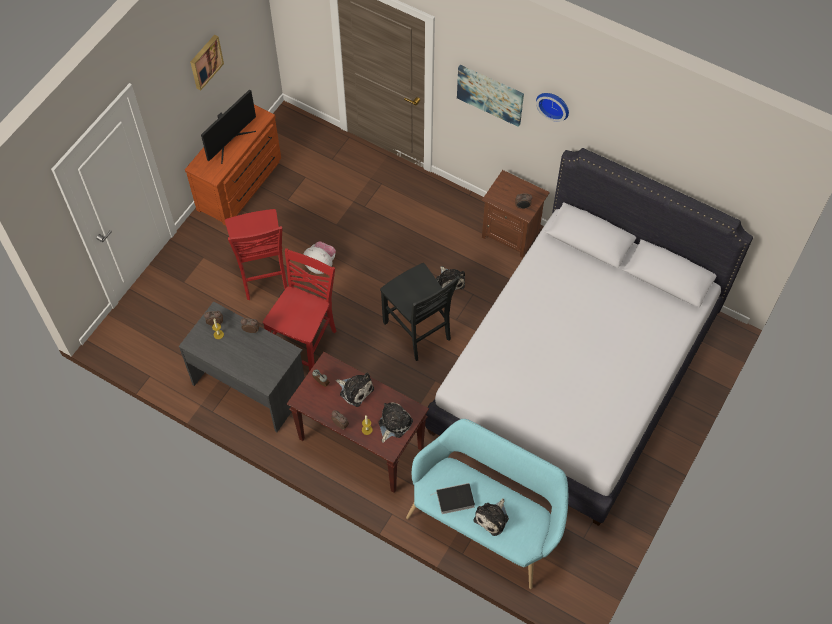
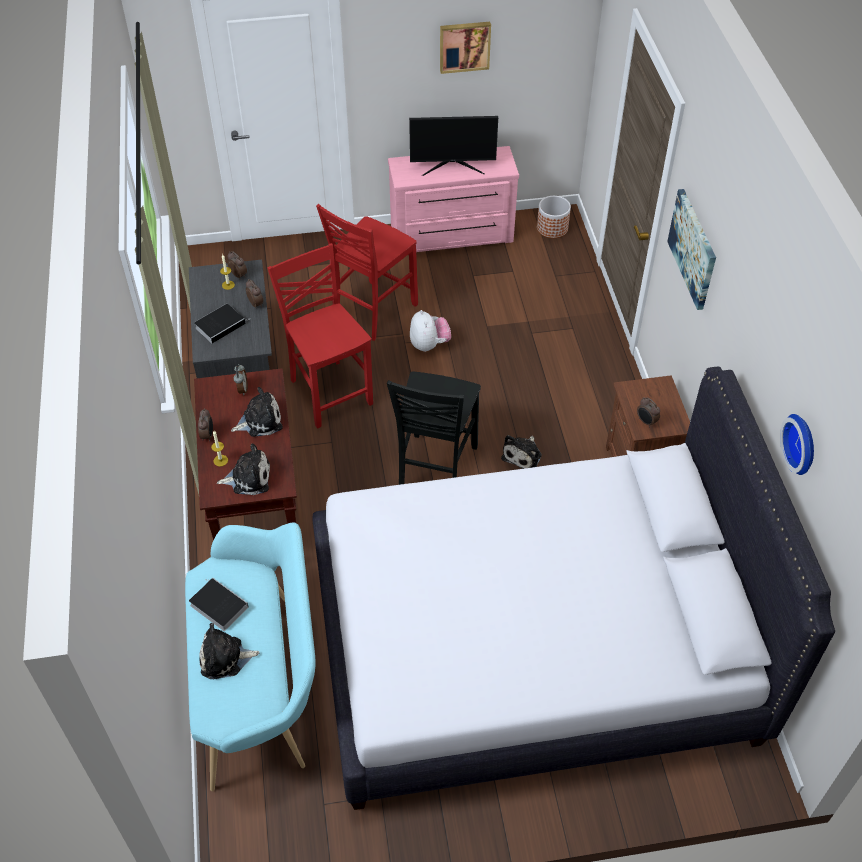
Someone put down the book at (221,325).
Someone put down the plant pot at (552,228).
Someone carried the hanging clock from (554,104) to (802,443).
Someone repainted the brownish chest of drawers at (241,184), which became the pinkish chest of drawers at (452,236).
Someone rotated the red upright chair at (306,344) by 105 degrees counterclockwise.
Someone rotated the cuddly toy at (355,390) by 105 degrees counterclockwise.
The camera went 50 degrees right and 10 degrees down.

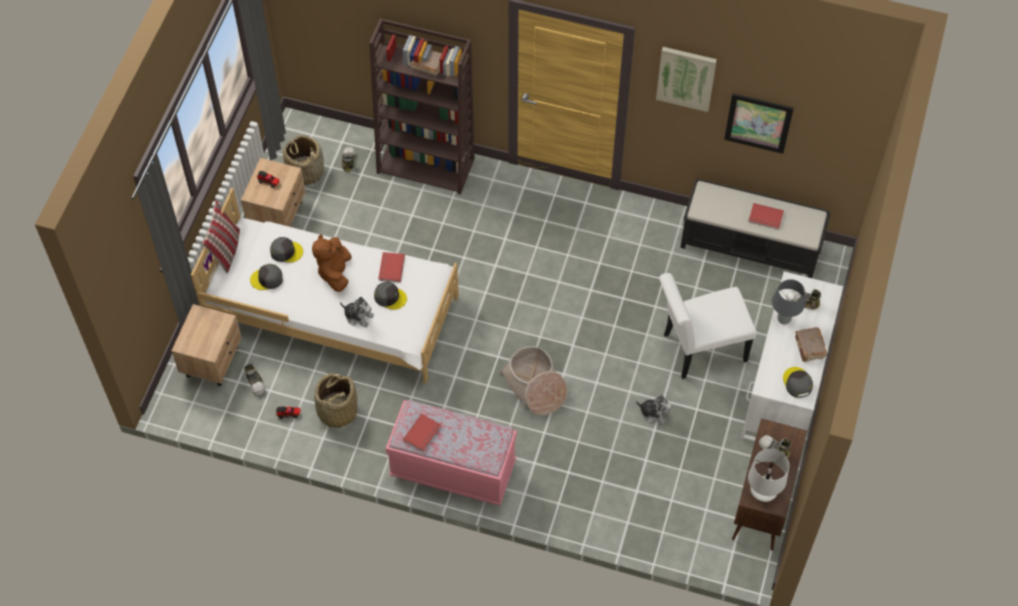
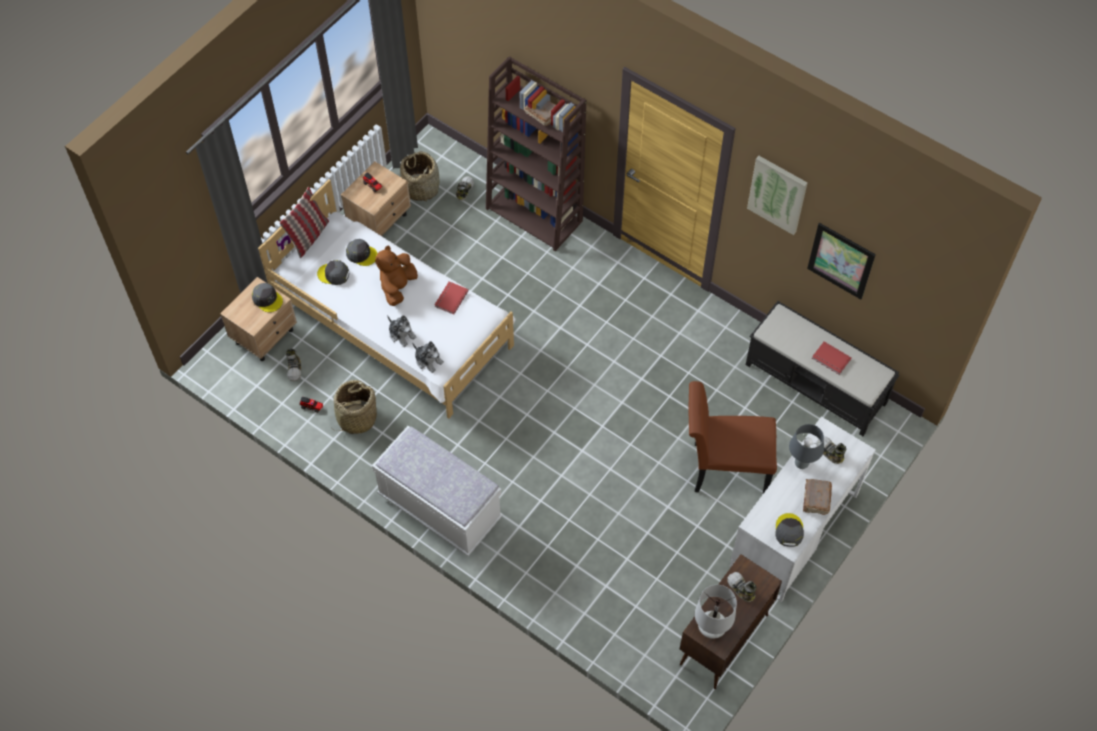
Someone took away the red book at (423,433).
Someone took away the basket at (535,386).
Someone carried the gray baseball cap from (390,297) to (267,299).
Someone carried the cuddly toy from (654,413) to (428,360).
Someone repainted the pinkish long seat at (453,470), which became the whitish long seat at (440,507).
Someone repainted the whitish upright chair at (699,349), which became the brownish upright chair at (723,468).
The camera went 20 degrees right and 0 degrees up.

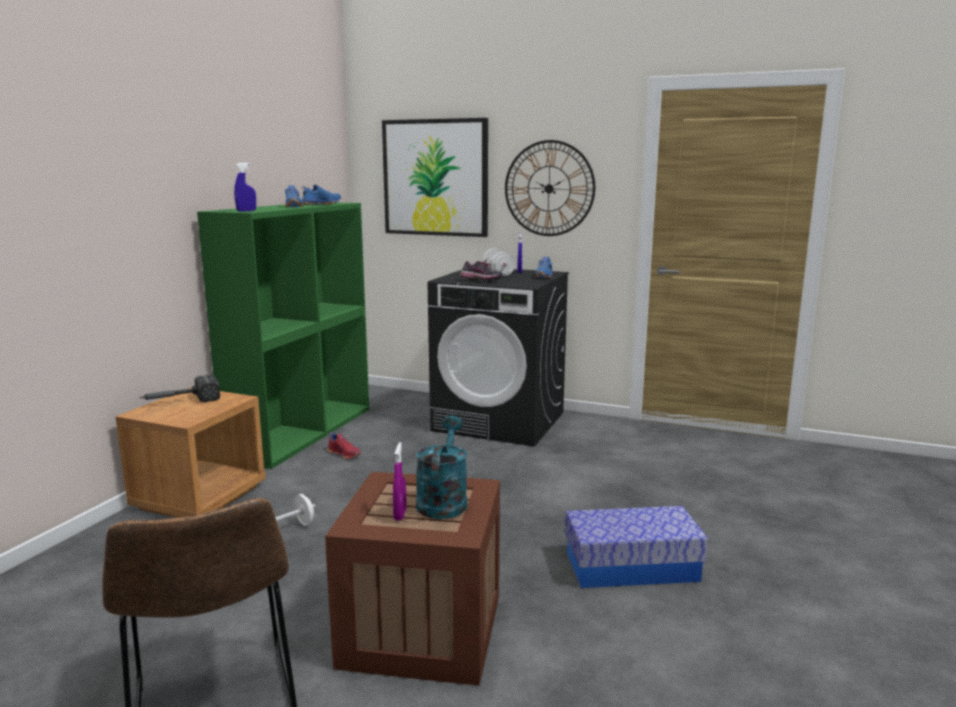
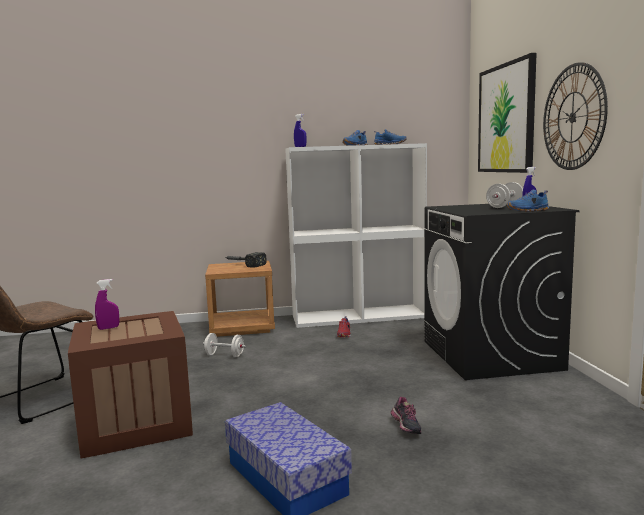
Someone took away the blue-green sprinkling can at (443,500).
Someone carried the low shoe from (480,281) to (405,428).
Someone repainted the green-coloured bookcase at (302,431), which became the whitish bookcase at (359,316).
The camera went 60 degrees right and 5 degrees down.

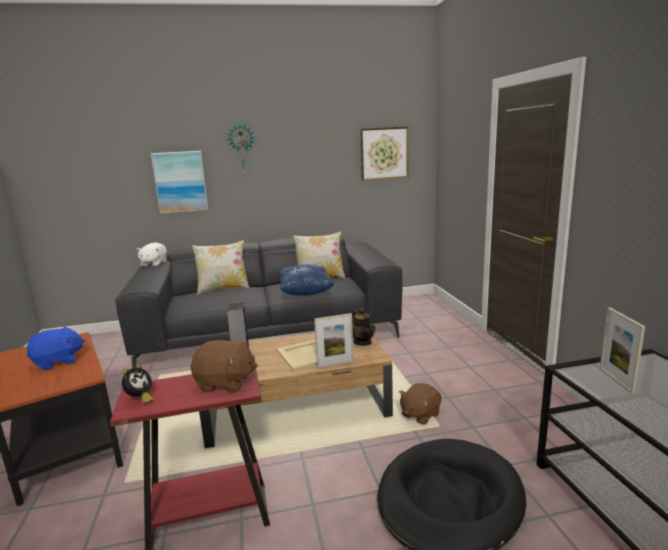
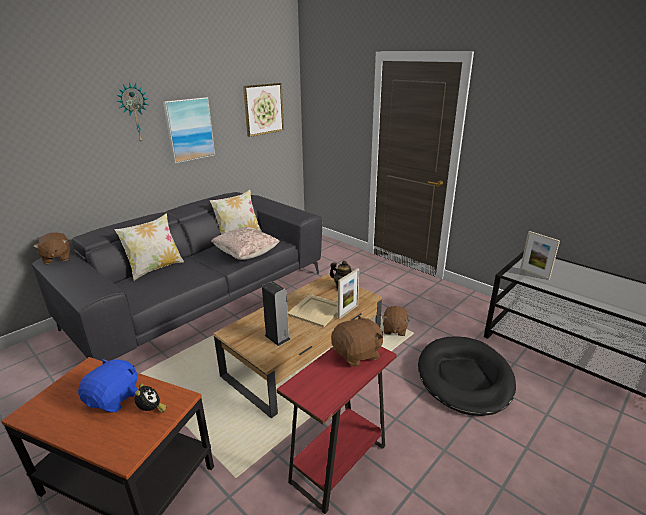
Someone carried the alarm clock from (140,399) to (151,410).
Someone carried the picture from (180,182) to (189,129).
Someone repainted the whitish cuddly toy at (154,264), which became the brownish cuddly toy at (57,258).
Someone repainted the blue cushion at (305,293), which became the beige-coloured cushion at (246,254).
The camera went 35 degrees left and 10 degrees up.

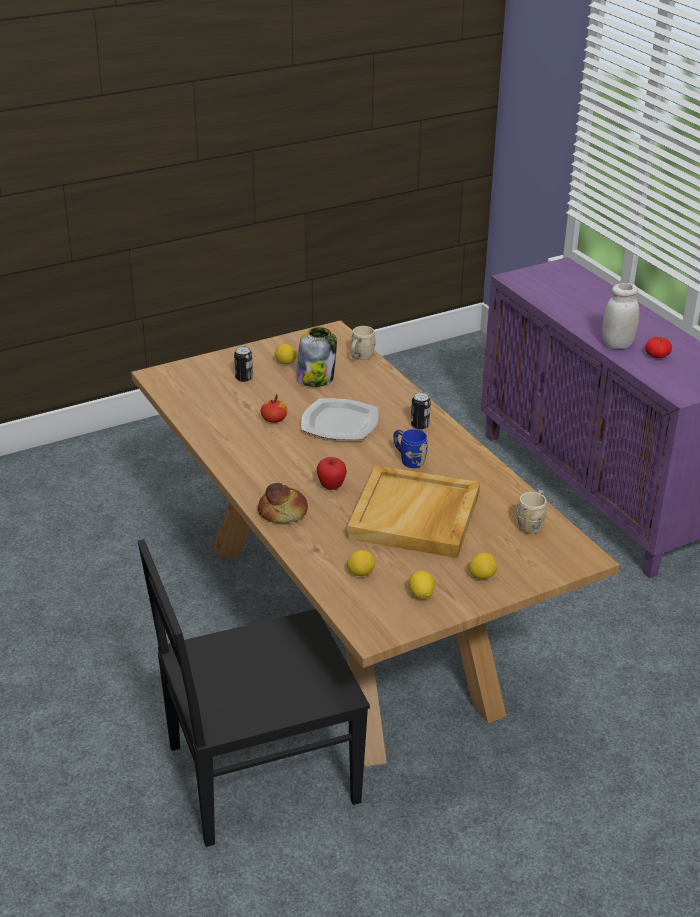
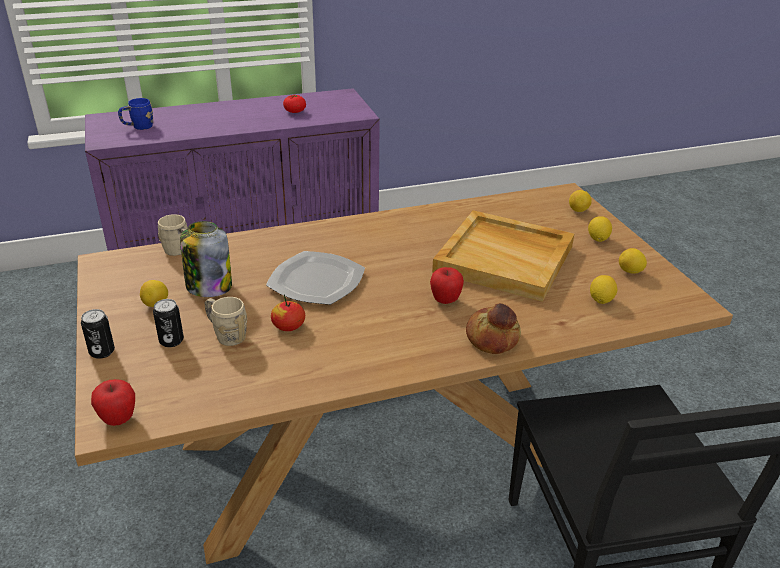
Someone took away the whitish preserve jar at (617,345).
Someone put down the apple fruit at (118,419).
Someone put down the whole lemon at (578,210).
Someone carried the blue tea mug from (408,460) to (138,127).
Someone carried the sealed can from (420,425) to (102,352).
Someone carried the beige-coloured tea mug from (532,523) to (226,334).
The camera went 80 degrees left and 0 degrees up.

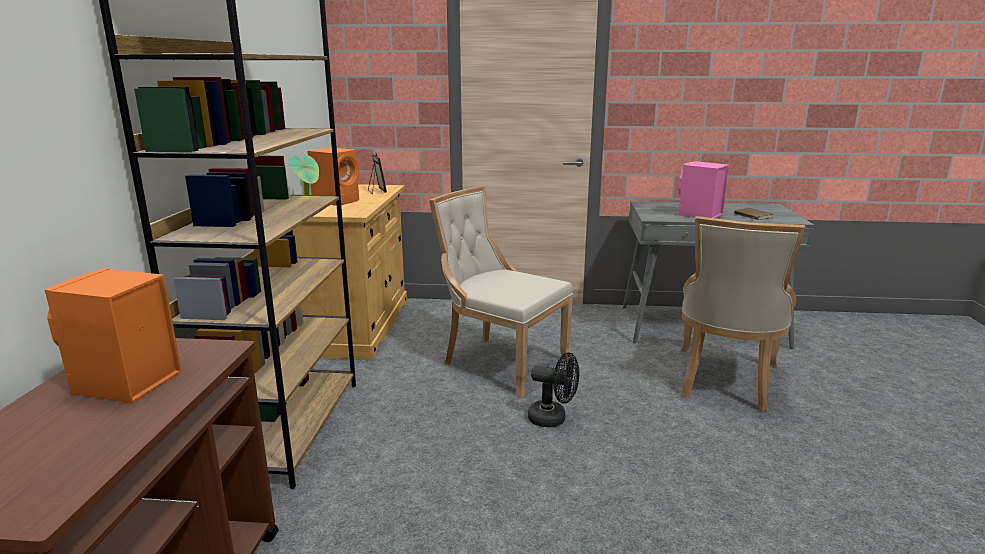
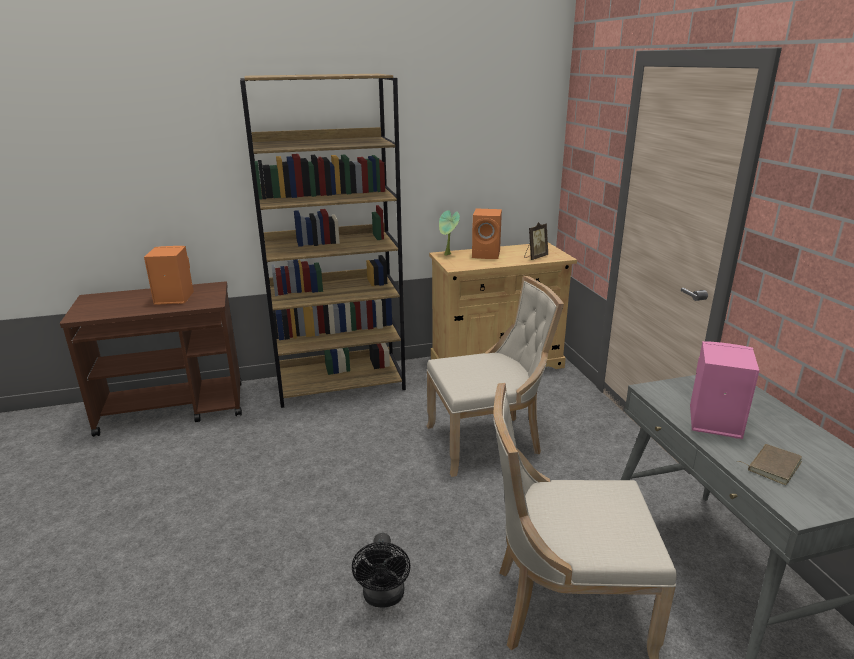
Someone carried the black electric fan from (553,419) to (384,598).
Someone rotated the beige-coloured upright chair at (500,362) by 60 degrees clockwise.
The camera went 70 degrees right and 5 degrees up.

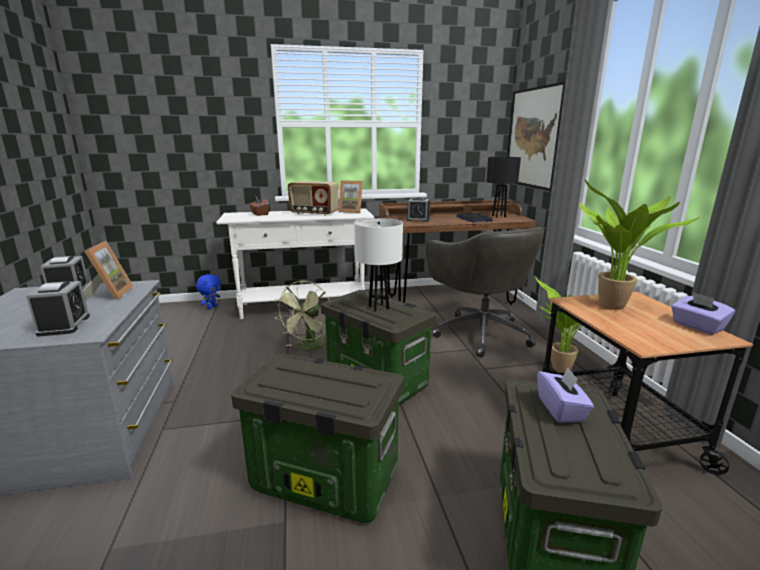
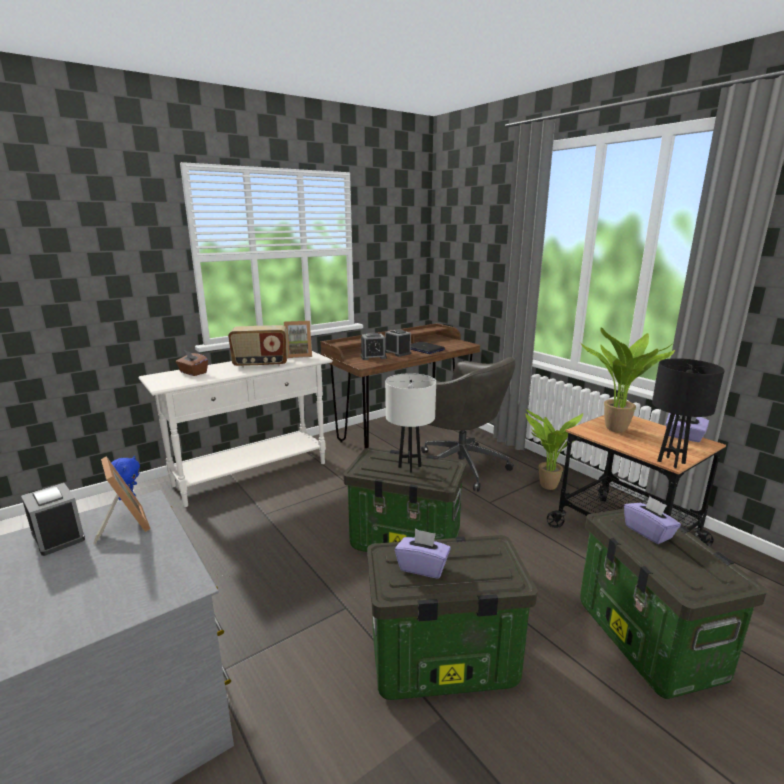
Someone took away the green-coloured electric fan at (309,348).
Someone took away the picture at (534,138).
Someone put down the purplish tissue box at (422,567).
Someone carried the alarm clock from (64,325) to (397,353).
Someone carried the black tabletop lamp from (498,216) to (671,462).
The camera went 25 degrees left and 0 degrees up.

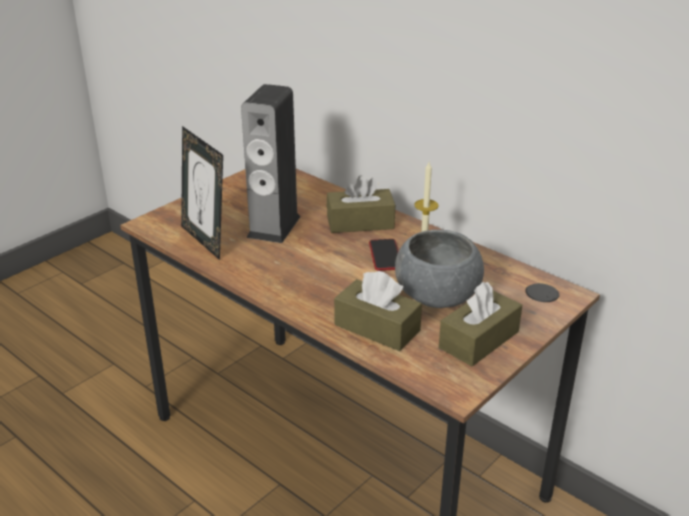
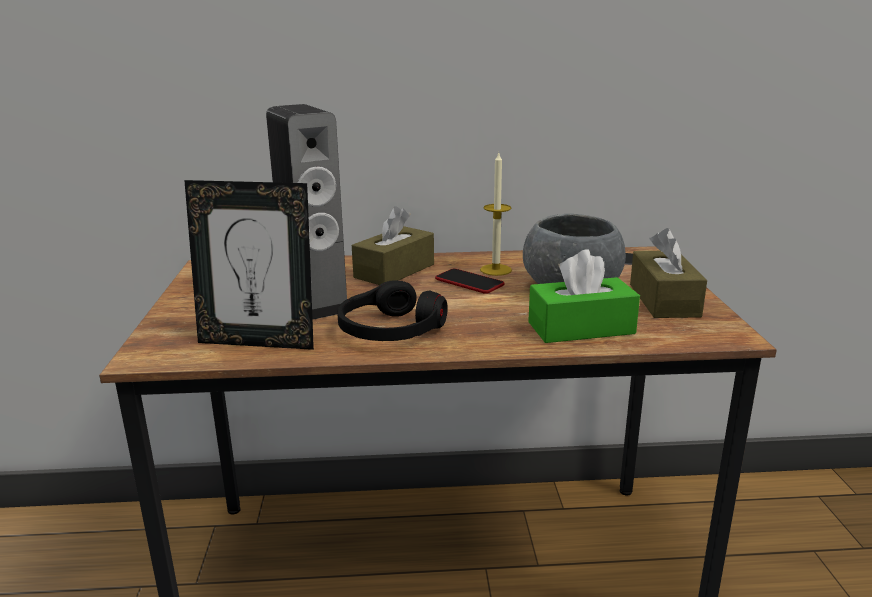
Someone put down the black headset at (390,330).
Someone repainted the brownish tissue box at (377,328), which became the green-coloured tissue box at (581,328).
The camera went 45 degrees left and 10 degrees down.

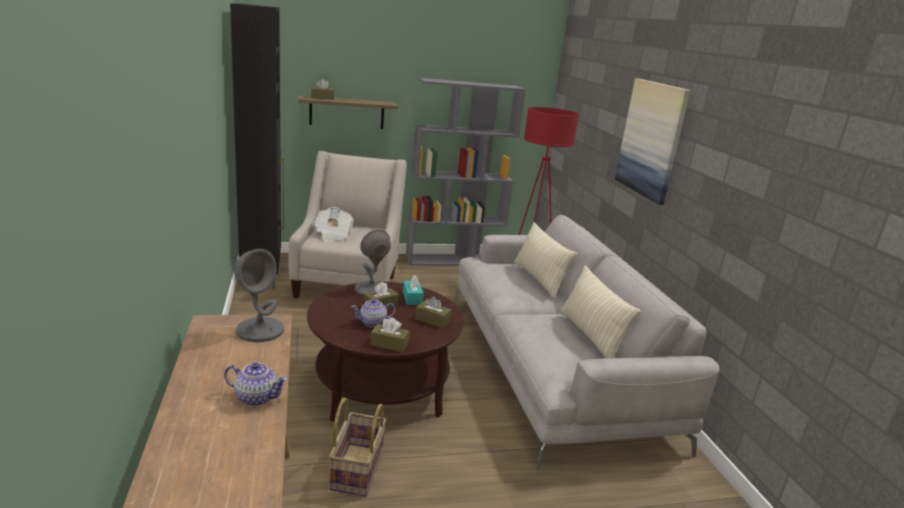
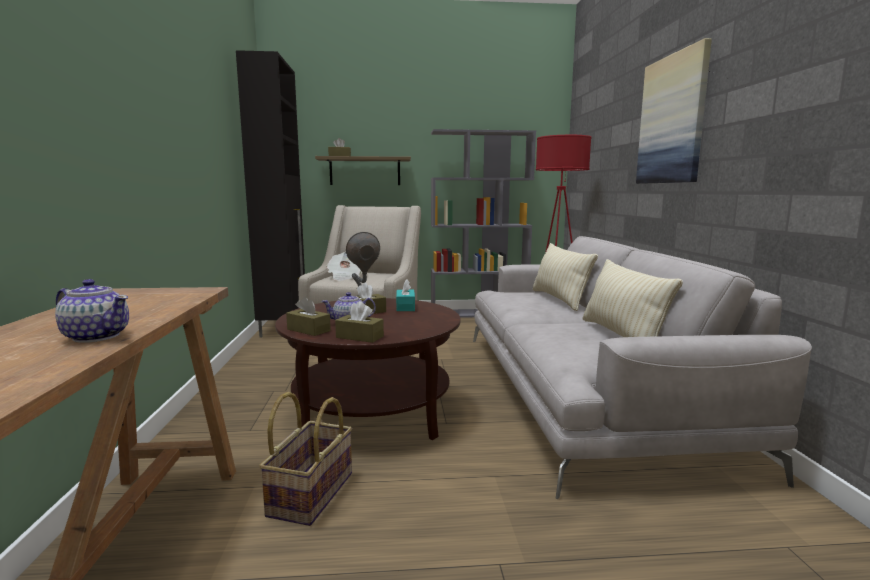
Someone took away the gray tabletop lamp at (260,330).
Someone carried the brownish tissue box from (432,320) to (308,330).
The camera went 10 degrees right and 10 degrees down.

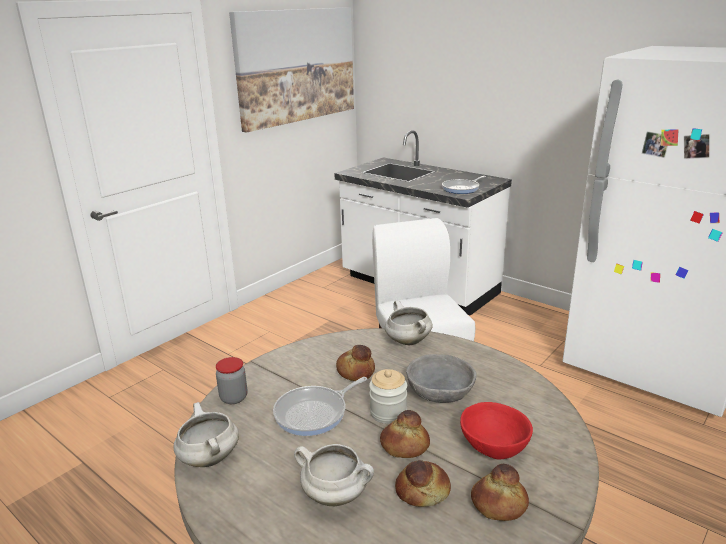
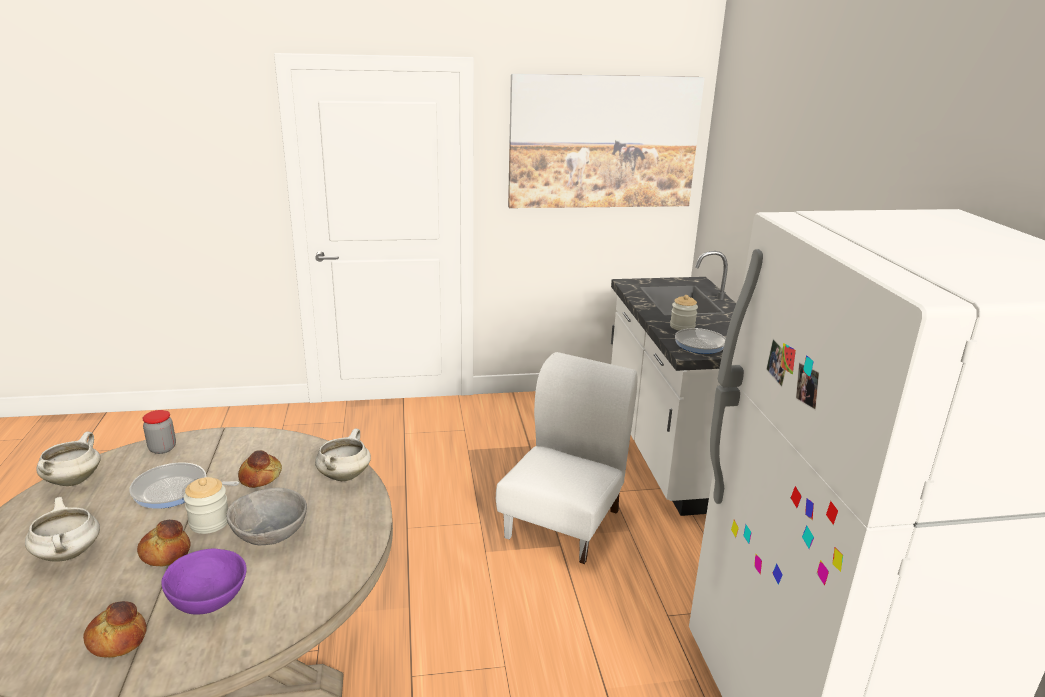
Someone took away the bread at (423,491).
Someone put down the preserve jar at (682,326).
Someone repainted the red bowl at (493,447), which became the purplish bowl at (207,599).
The camera went 40 degrees right and 0 degrees up.

